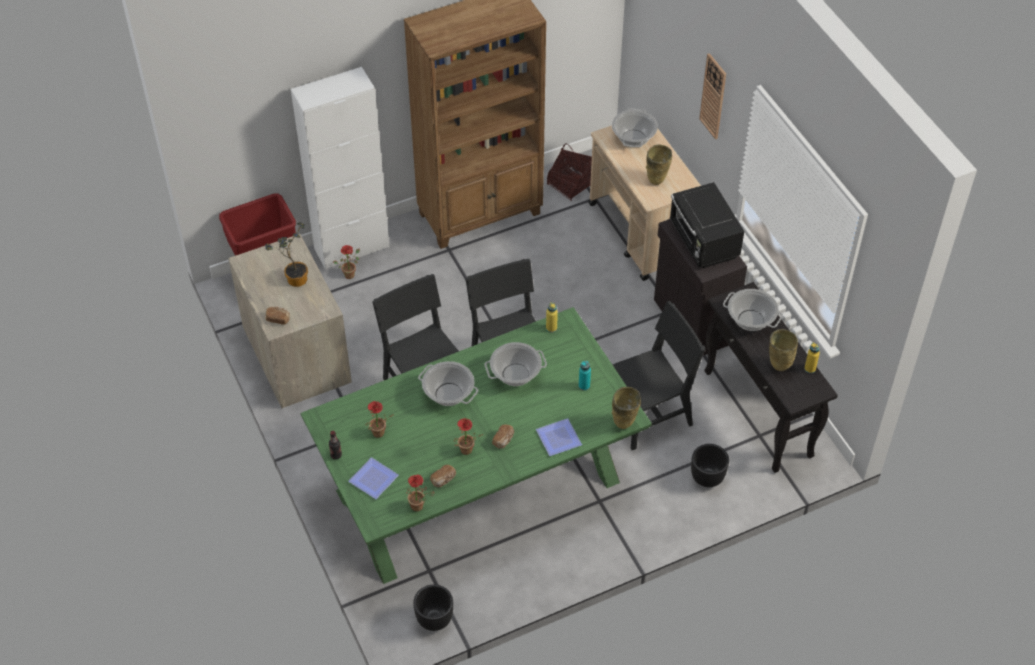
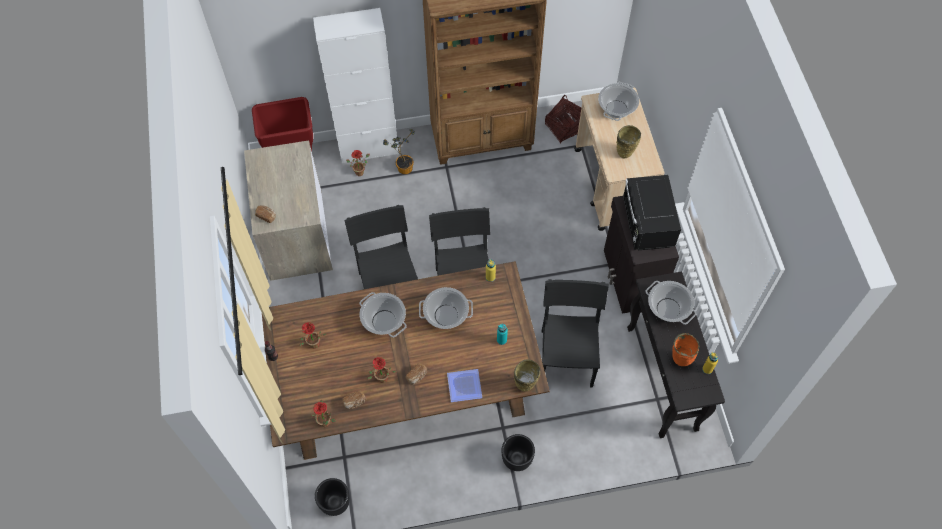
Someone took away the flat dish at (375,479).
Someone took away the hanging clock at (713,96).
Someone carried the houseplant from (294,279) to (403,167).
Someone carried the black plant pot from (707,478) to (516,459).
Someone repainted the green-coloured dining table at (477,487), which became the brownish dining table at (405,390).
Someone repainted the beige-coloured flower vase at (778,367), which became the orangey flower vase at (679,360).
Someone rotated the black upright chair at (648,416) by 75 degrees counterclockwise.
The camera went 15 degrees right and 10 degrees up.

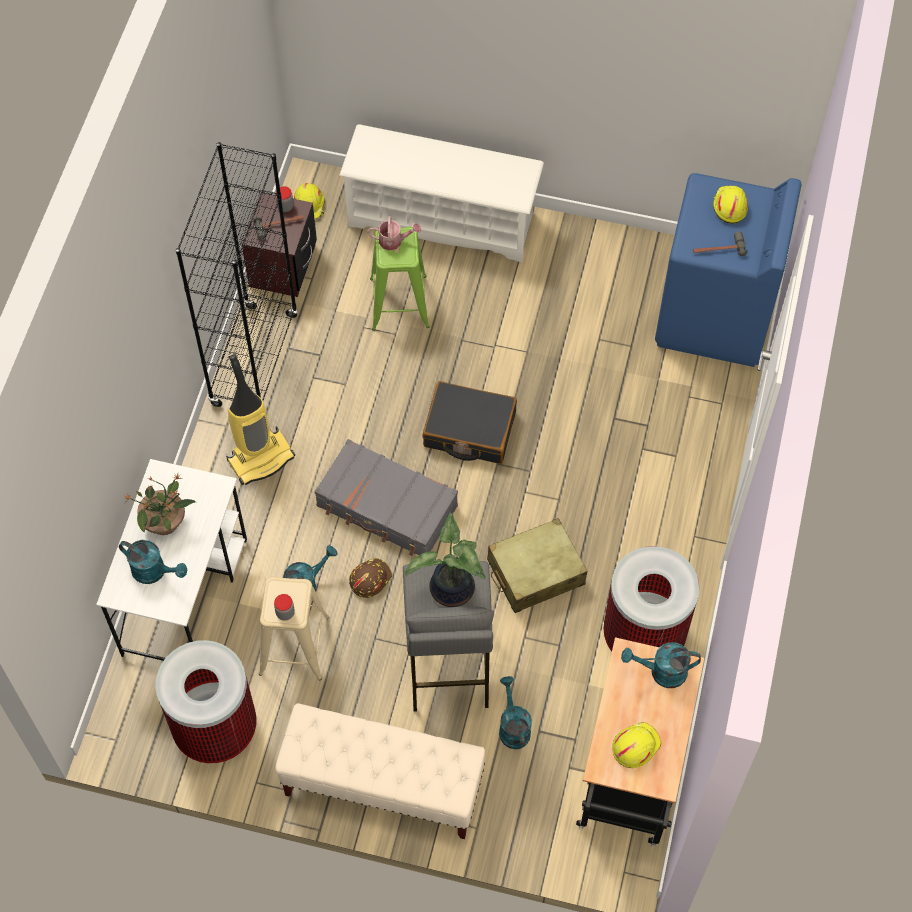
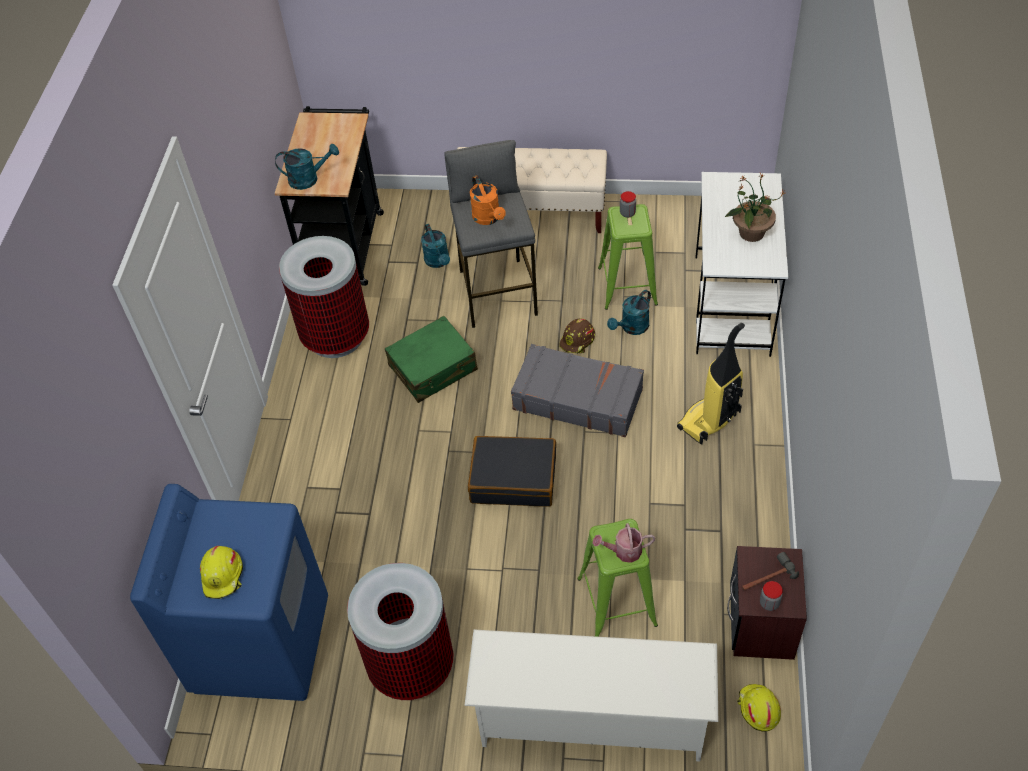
Someone took away the blue-green sprinkling can at (154,571).
Someone took away the black bookcase at (254,360).
Someone took away the yellow hard hat at (635,746).
Someone took away the hand hammer at (718,249).
Someone carried the rubbish bin from (215,728) to (412,666).
Someone swapped the houseplant at (451,591) for the orangey sprinkling can at (488,218).
Someone repainted the beige-coloured stool at (294,644), which became the green-coloured stool at (627,286).
Someone repainted the beige-coloured suitcase at (535,572), which became the green-coloured suitcase at (433,368).
The camera went 175 degrees right and 10 degrees down.

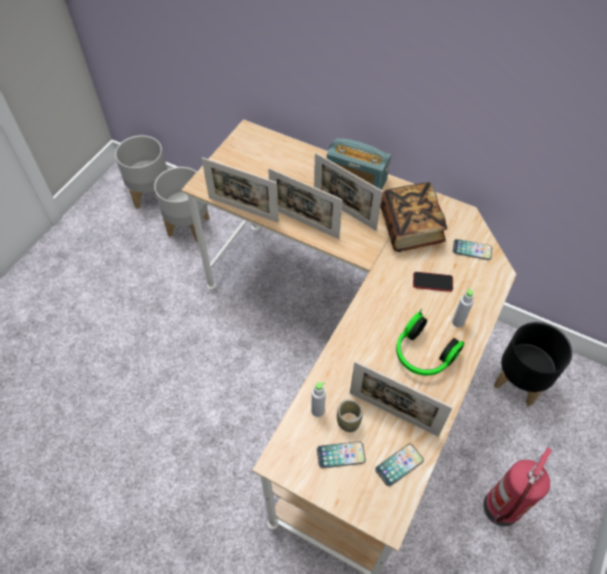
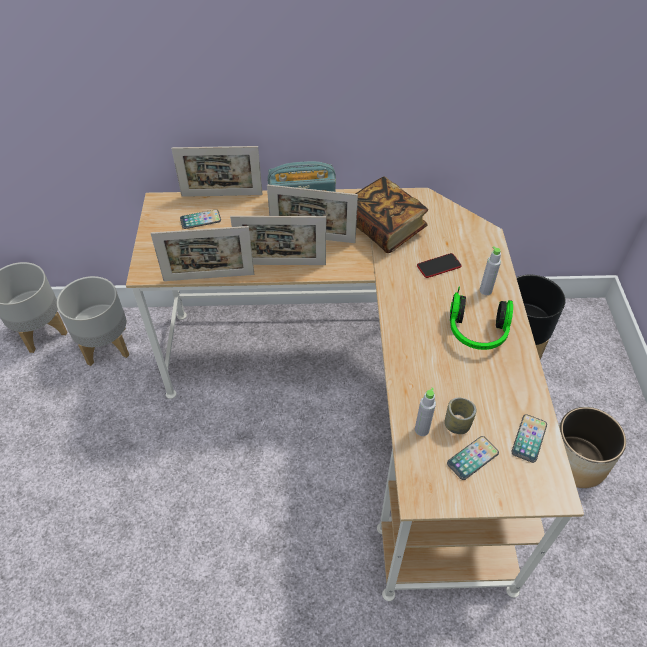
Someone carried the picture frame from (393,414) to (222,195).
Someone carried the handset from (472,250) to (200,220).
Someone swapped the fire-fighting cylinder at (501,509) for the plant pot at (576,462).
The camera went 30 degrees left and 5 degrees down.

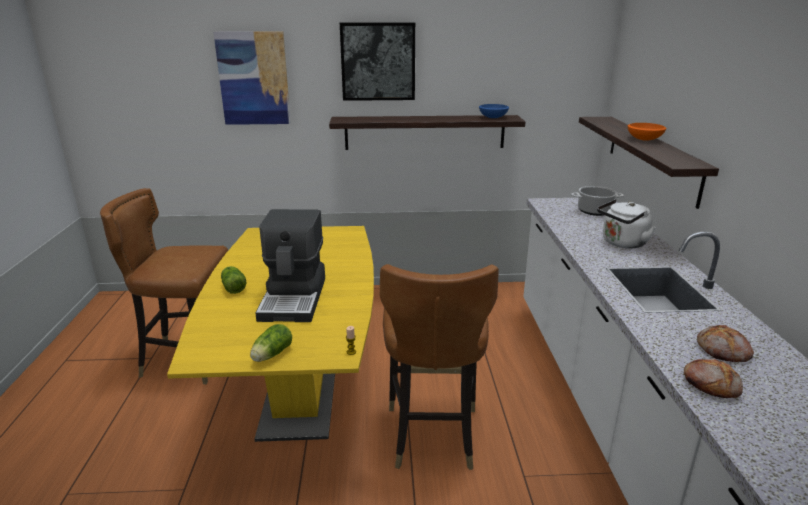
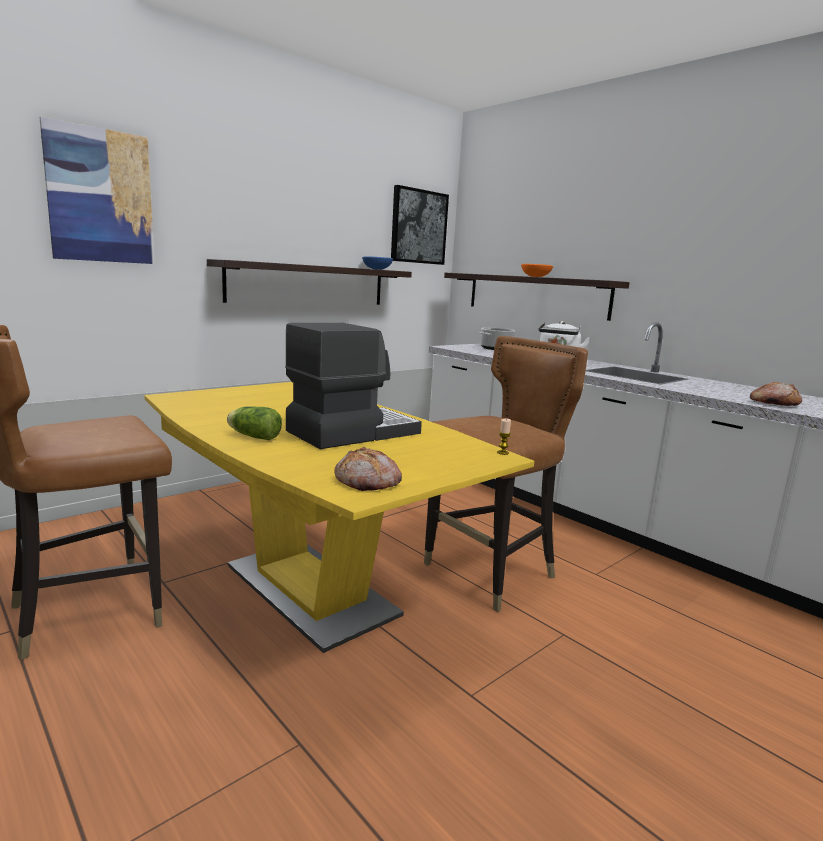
Someone took away the lettuce head at (270,355).
Someone carried the picture from (378,62) to (418,227).
Someone carried the bread from (723,351) to (368,482).
Someone rotated the coffee machine at (295,298) by 90 degrees counterclockwise.
Someone rotated the brownish upright chair at (432,434) by 90 degrees counterclockwise.
The camera went 40 degrees left and 10 degrees down.

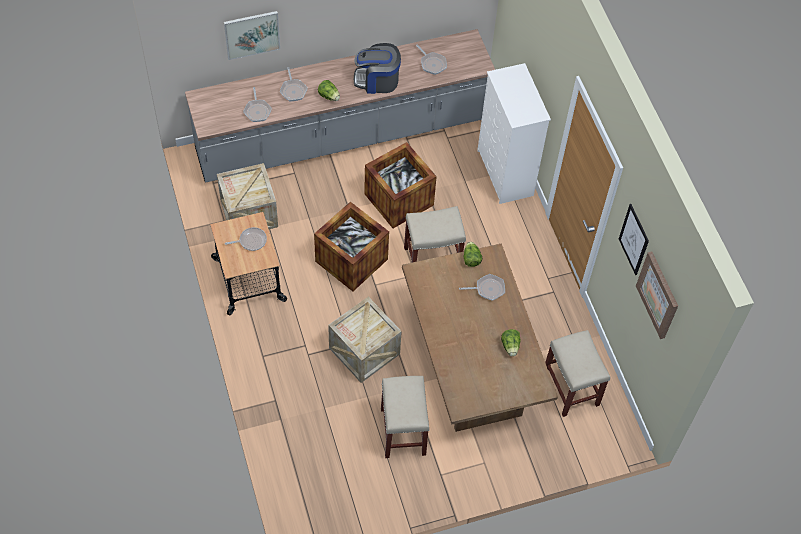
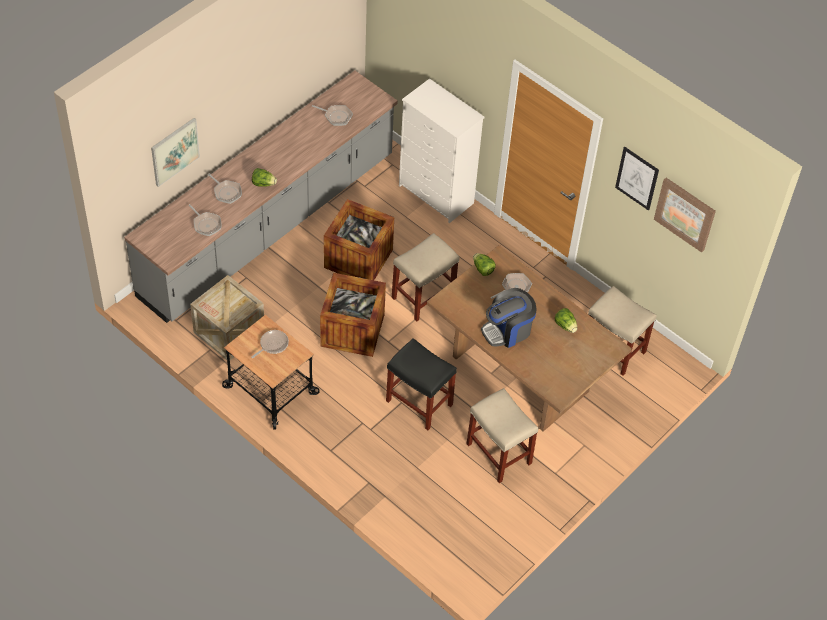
Someone carried the coffee machine from (377,80) to (507,330).
Someone swapped the shipping crate at (364,351) for the black stool at (418,402).
The camera went 30 degrees left and 5 degrees down.

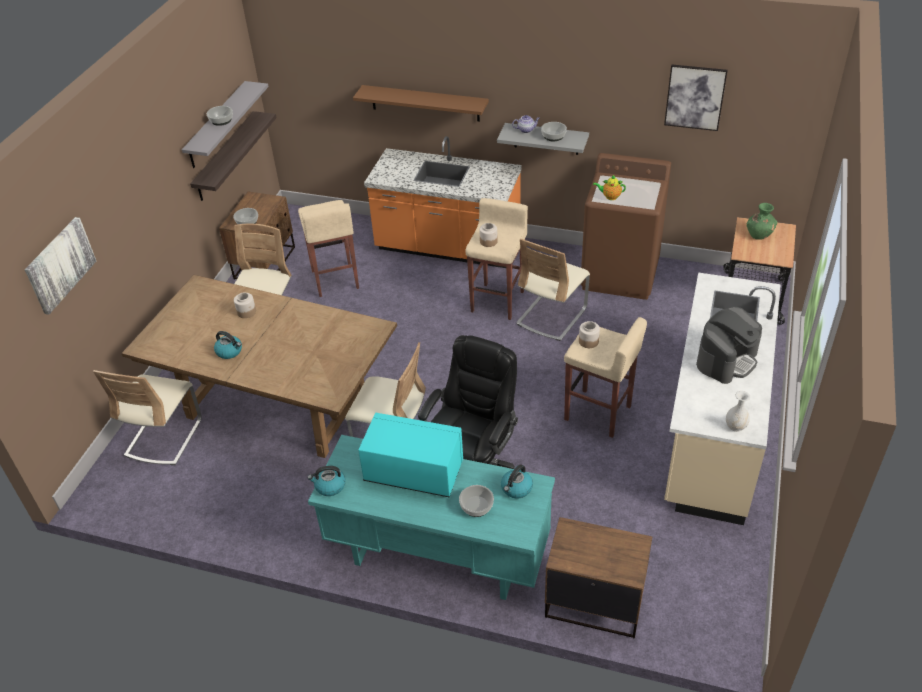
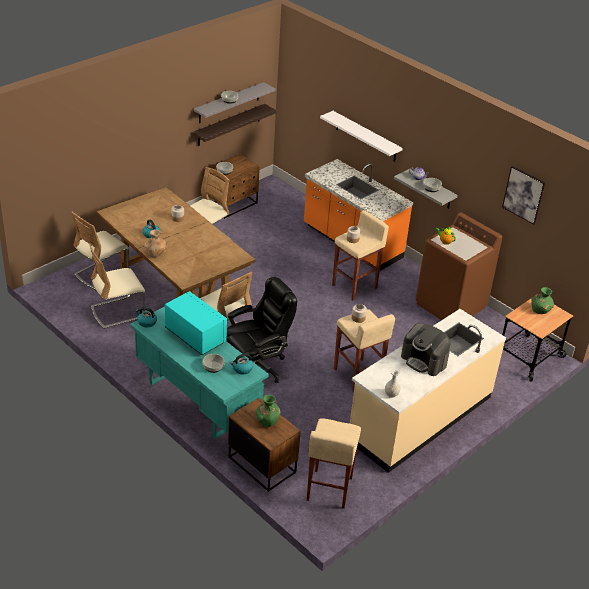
Someone took away the picture at (59,264).
Someone put down the brownish flower vase at (155,253).
Someone put down the green-coloured flower vase at (267,420).
Someone carried the beige-coloured stool from (334,280) to (328,489).
Someone carried the beige-coloured upright chair from (551,316) to (117,312).
Someone repainted the brownish shelf at (425,103), which became the whitish shelf at (366,137).
Someone rotated the coffee machine at (726,360) by 60 degrees clockwise.
The camera went 25 degrees right and 5 degrees down.

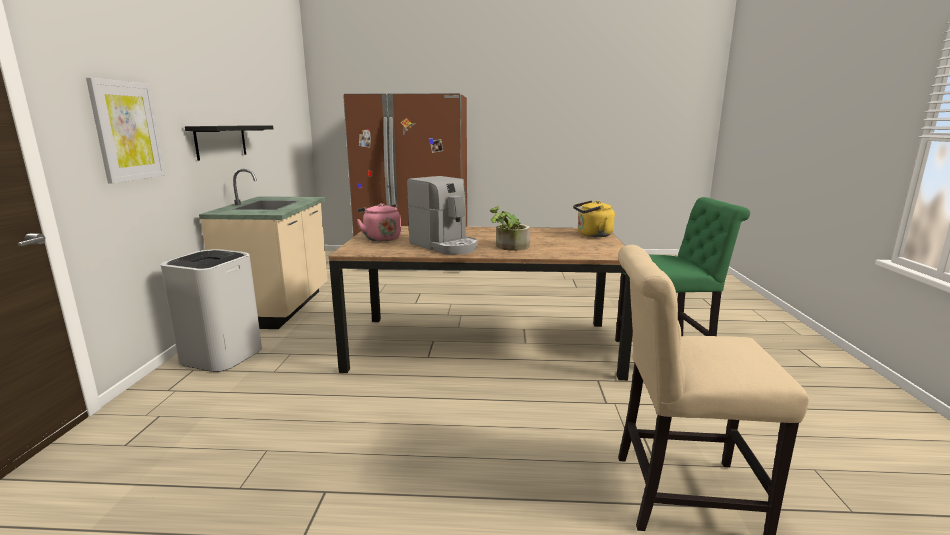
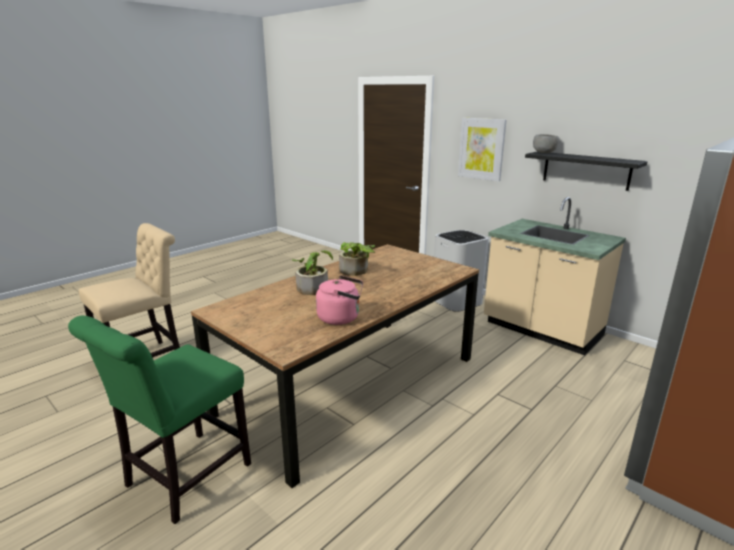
Someone took away the yellow water kettle at (592,235).
Someone put down the gray bowl at (544,153).
Someone carried the pinkish water kettle from (381,238) to (341,318).
Someone swapped the coffee machine at (445,246) for the houseplant at (356,272).
The camera went 130 degrees right and 5 degrees up.

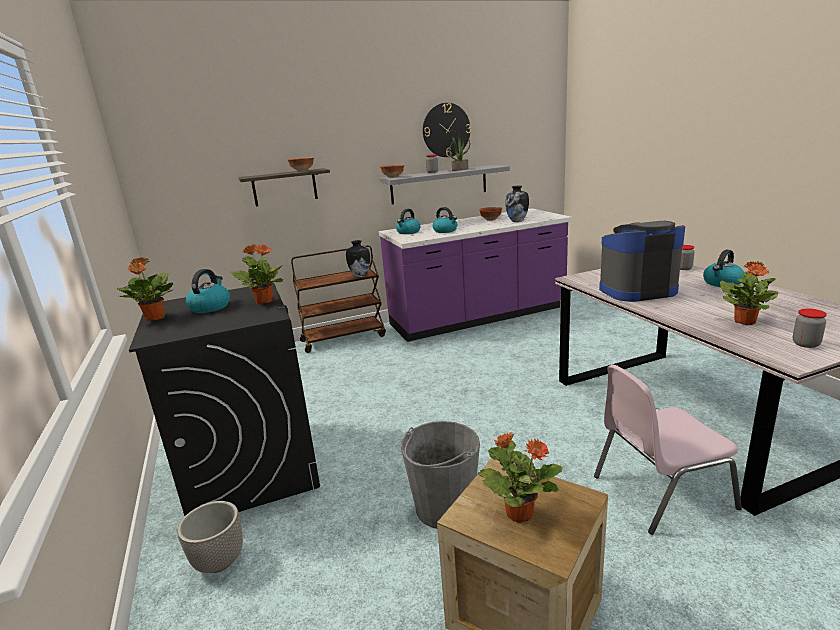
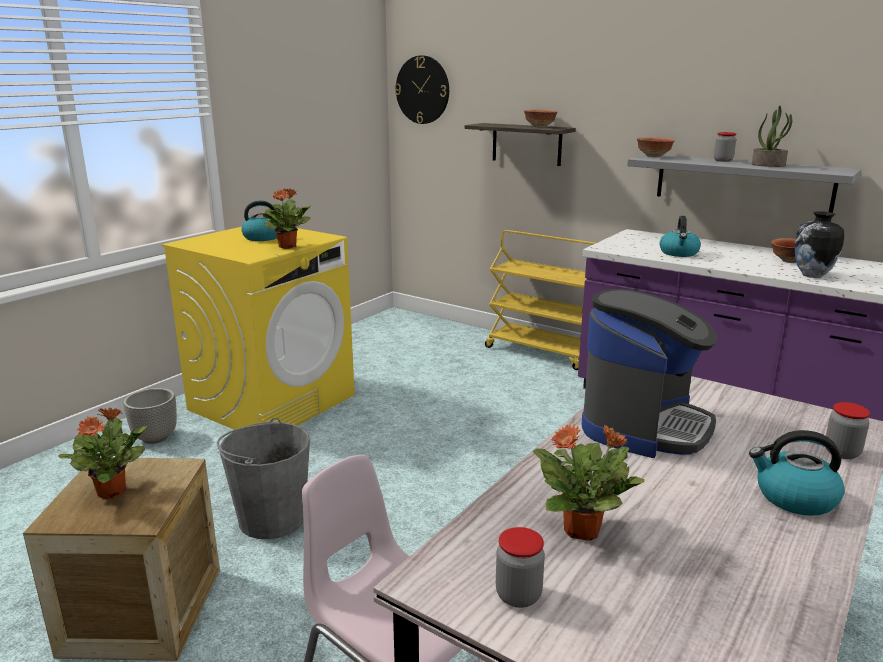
Someone took away the houseplant at (155,318).
Someone took away the flower vase at (360,276).
Someone took away the water kettle at (408,232).
Someone carried the hanging clock from (446,130) to (422,90).
Someone repainted the black laundry appliance at (251,467), which became the yellow laundry appliance at (273,402).
Someone repainted the brownish wheeled cart at (343,338), which became the yellow wheeled cart at (542,352).
Someone rotated the coffee machine at (636,290) by 75 degrees clockwise.
The camera went 55 degrees right and 0 degrees up.

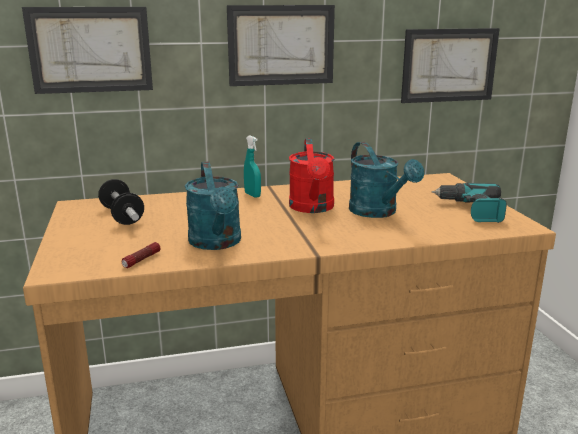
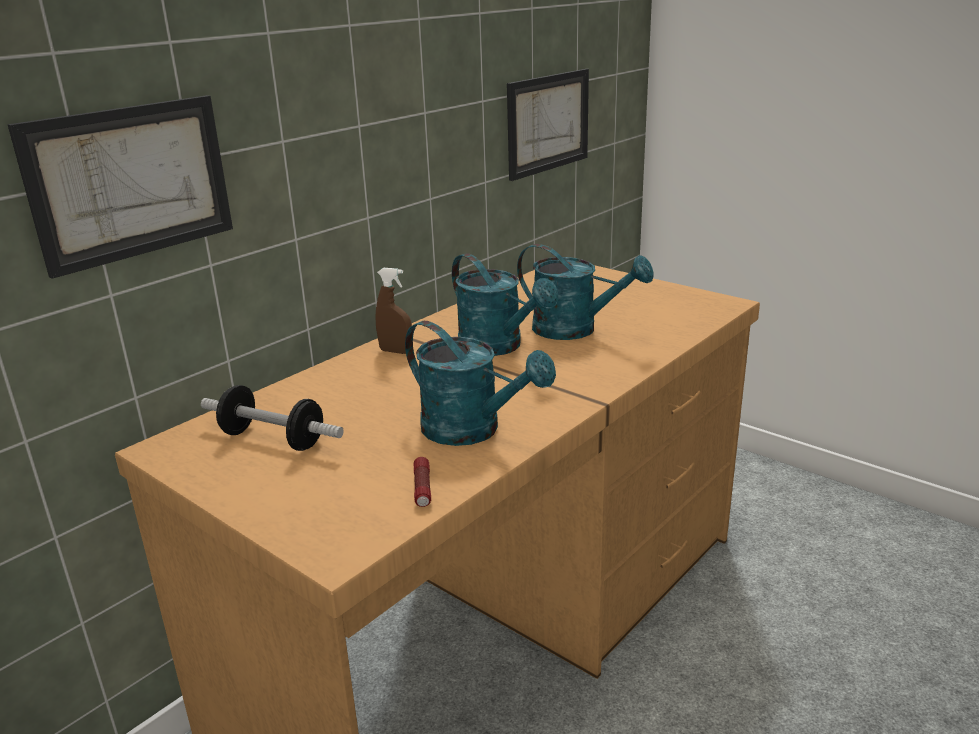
Someone took away the picture at (281,45).
Someone took away the power drill at (471,211).
Someone repainted the blue-green sprayer at (252,195), which became the brownish sprayer at (396,351).
Someone repainted the red sprinkling can at (312,208), which became the blue-green sprinkling can at (498,347).
The camera went 35 degrees left and 5 degrees up.

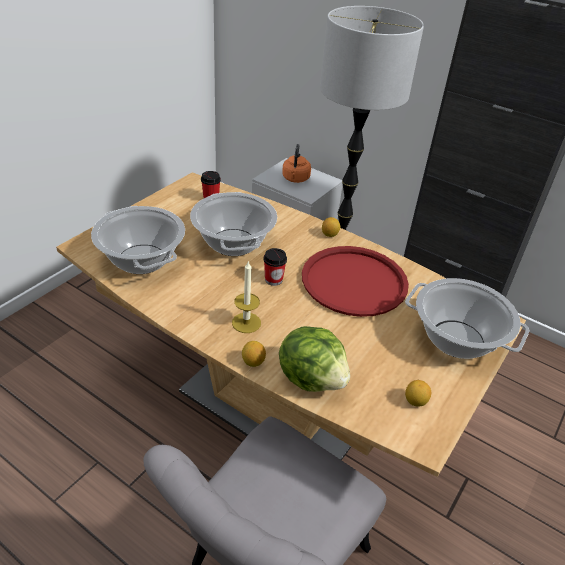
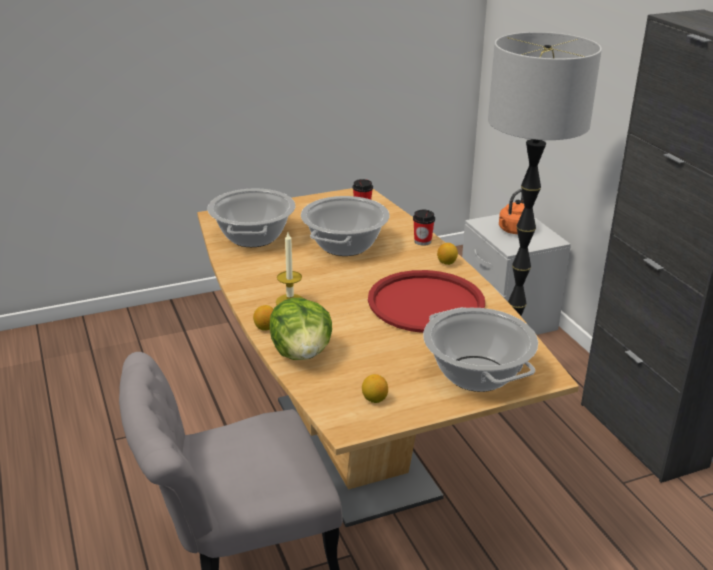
Someone carried the small cup from (273,280) to (422,241).
The camera went 35 degrees right and 10 degrees down.

